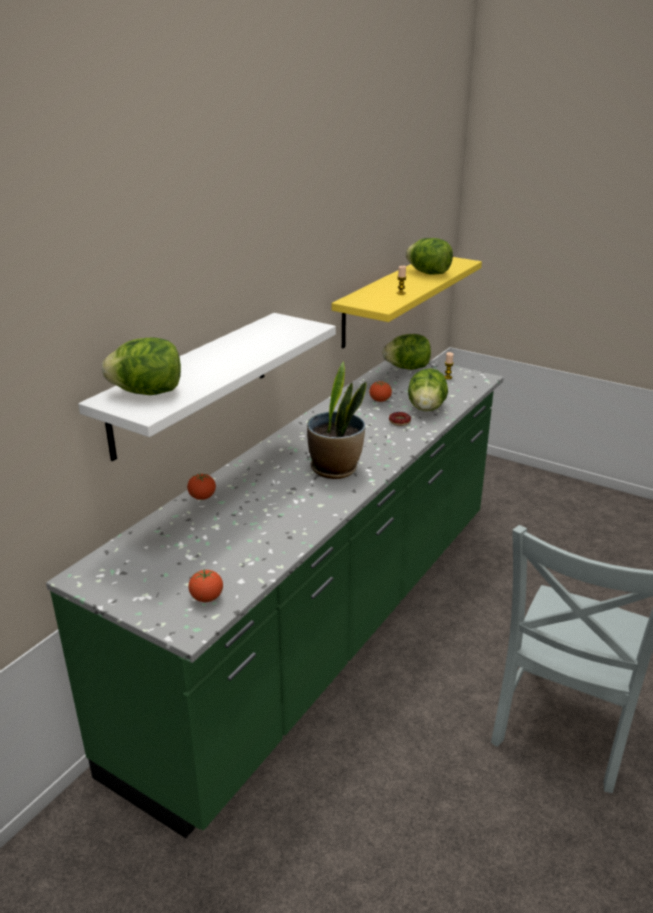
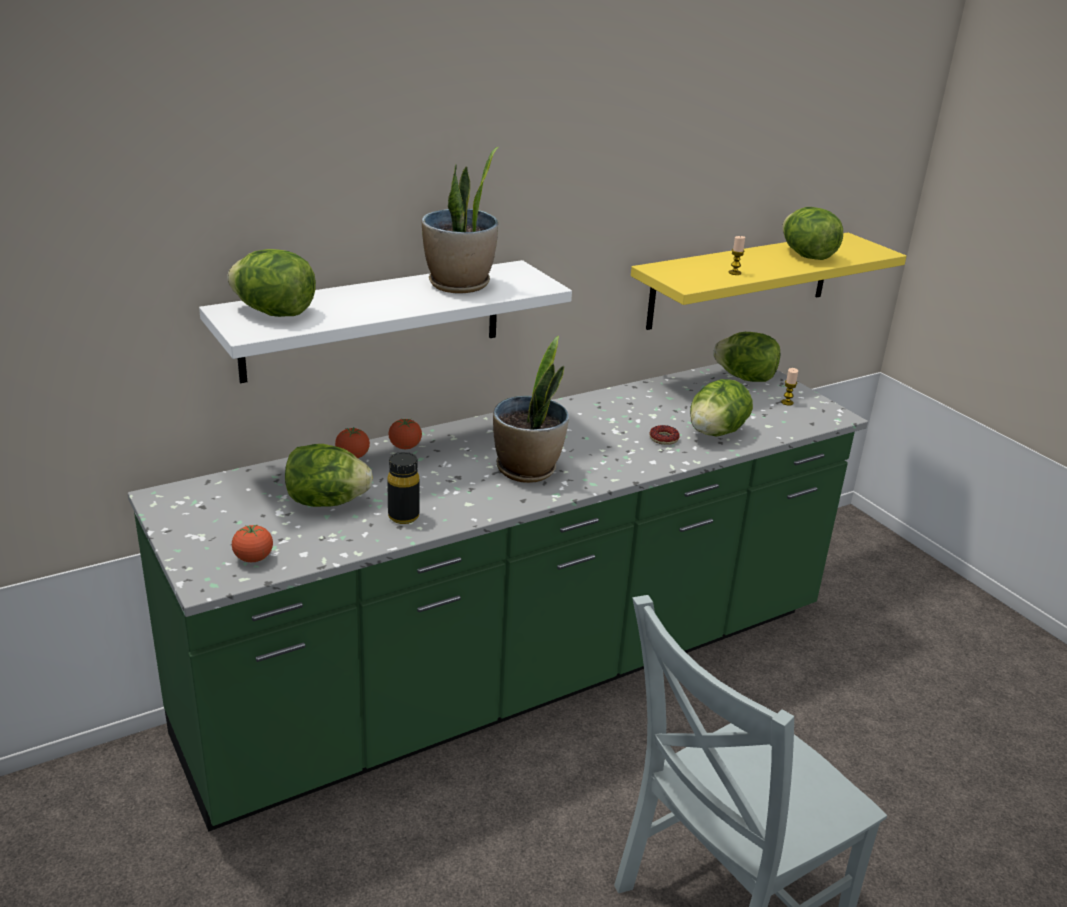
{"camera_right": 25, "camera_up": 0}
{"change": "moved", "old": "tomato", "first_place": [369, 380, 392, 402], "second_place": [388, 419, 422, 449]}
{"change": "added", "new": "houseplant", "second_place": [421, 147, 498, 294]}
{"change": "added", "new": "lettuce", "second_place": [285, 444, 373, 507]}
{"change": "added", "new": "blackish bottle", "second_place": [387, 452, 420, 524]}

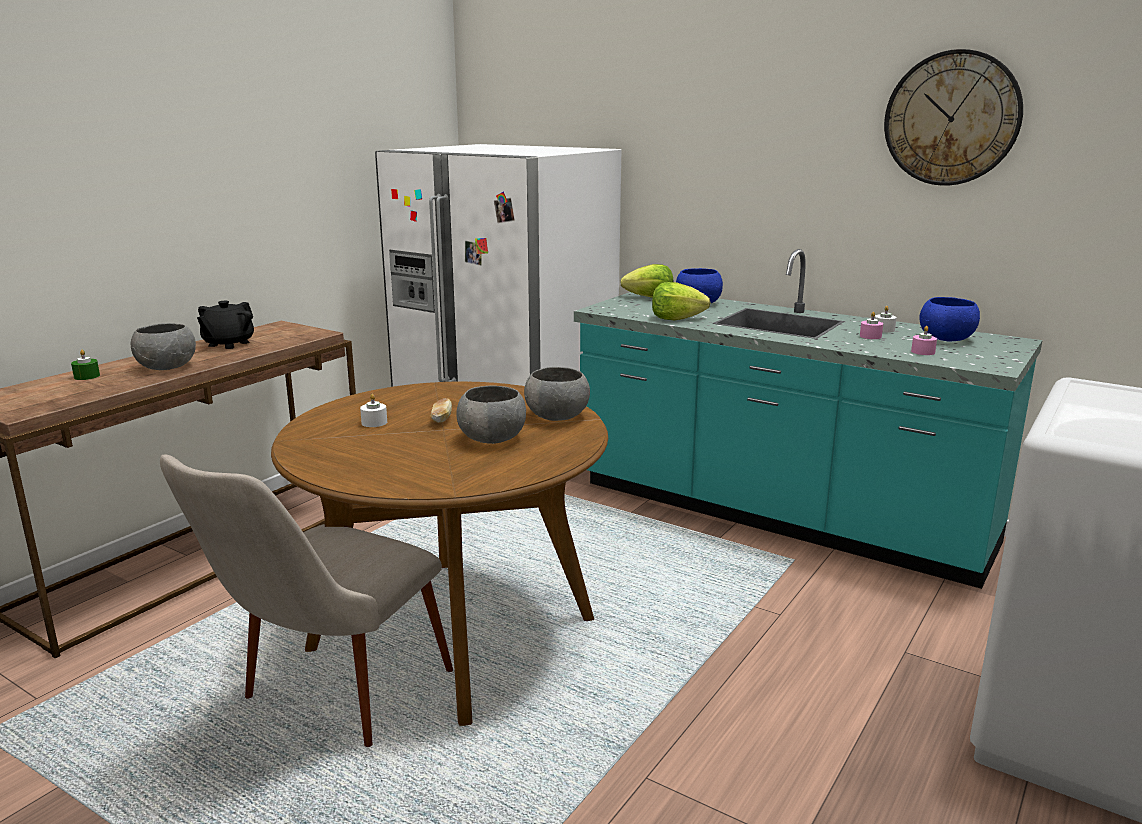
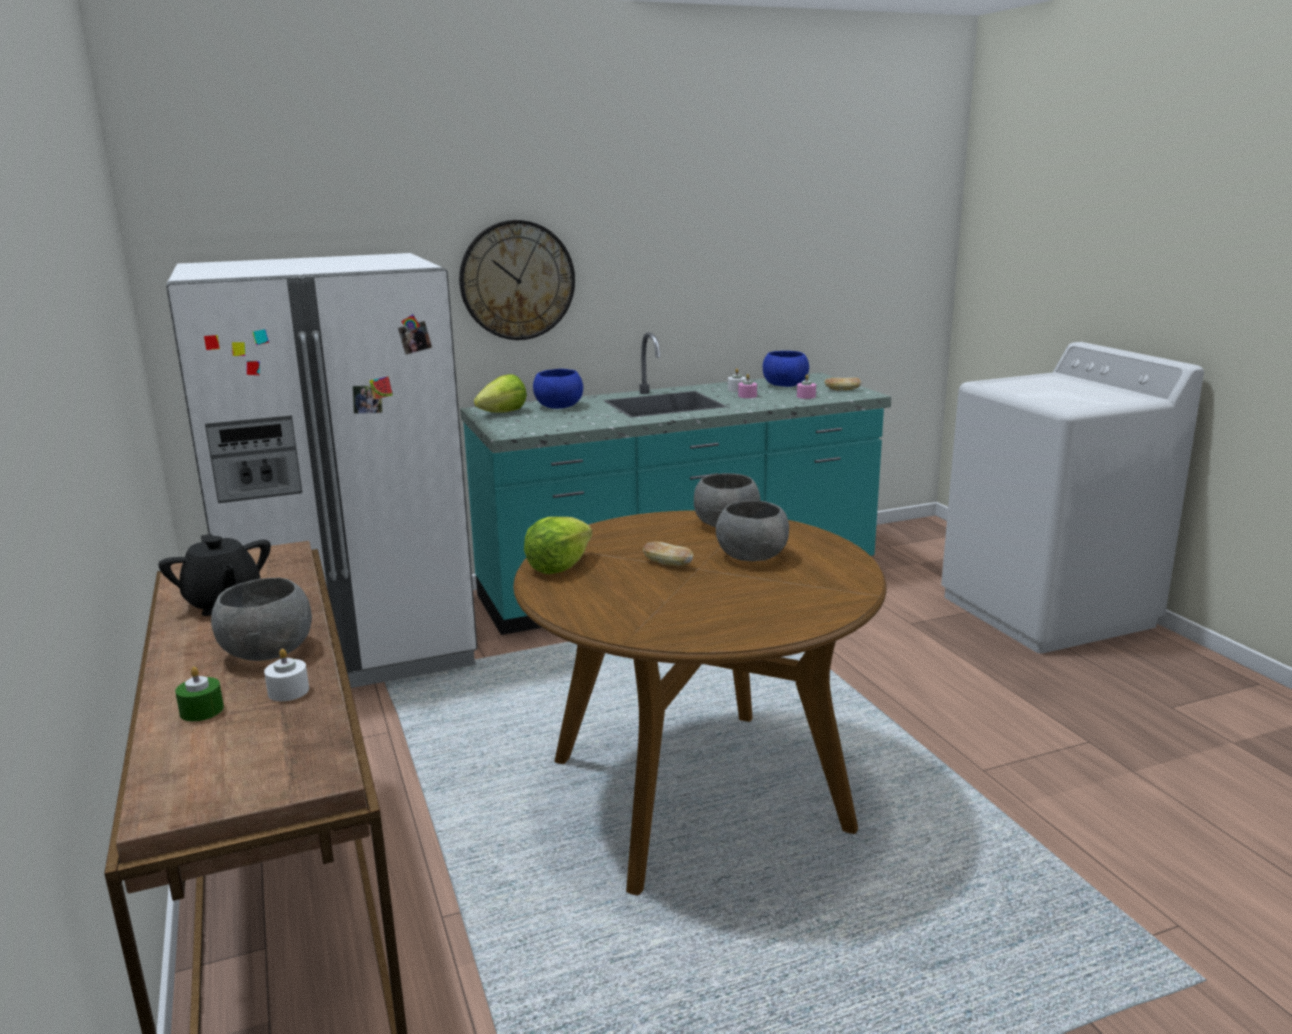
{"camera_right": -55, "camera_up": 0}
{"change": "moved", "old": "wall clock", "first_place": [884, 49, 1023, 186], "second_place": [459, 220, 575, 340]}
{"change": "moved", "old": "lettuce", "first_place": [652, 282, 710, 321], "second_place": [524, 517, 592, 574]}
{"change": "moved", "old": "whitish wax light", "first_place": [360, 394, 387, 427], "second_place": [264, 649, 309, 701]}
{"change": "removed", "old": "beige-coloured chair", "first_place": [160, 454, 453, 747]}
{"change": "added", "new": "bread", "second_place": [825, 378, 862, 391]}

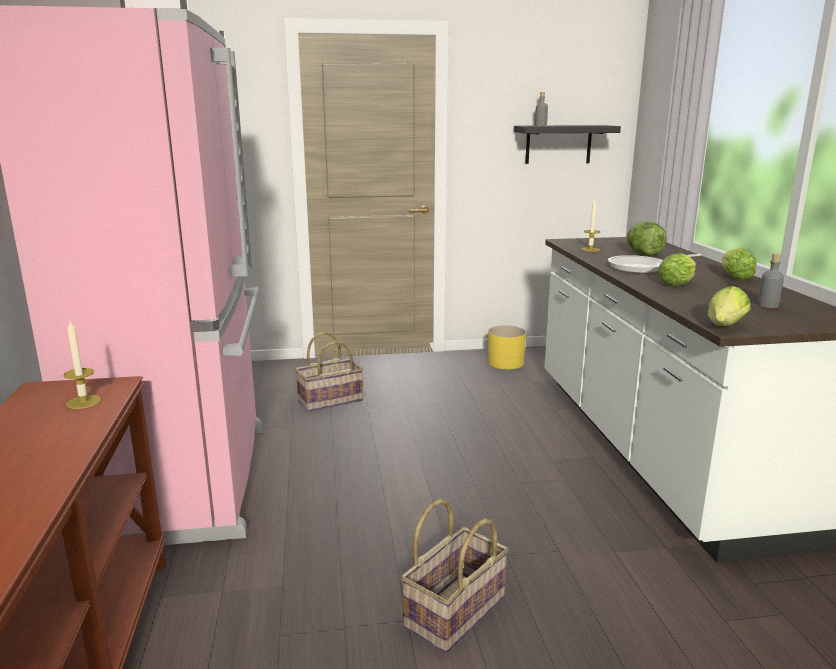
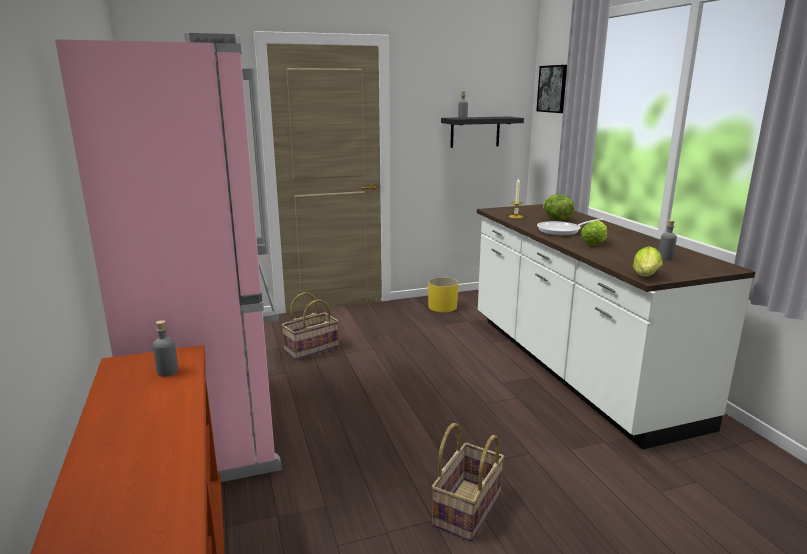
{"camera_right": -10, "camera_up": 0}
{"change": "removed", "old": "lettuce", "first_place": [722, 248, 756, 280]}
{"change": "replaced", "old": "wax light", "new": "grey bottle", "first_place": [63, 321, 101, 409], "second_place": [153, 320, 179, 376]}
{"change": "added", "new": "wall art", "second_place": [536, 65, 567, 113]}

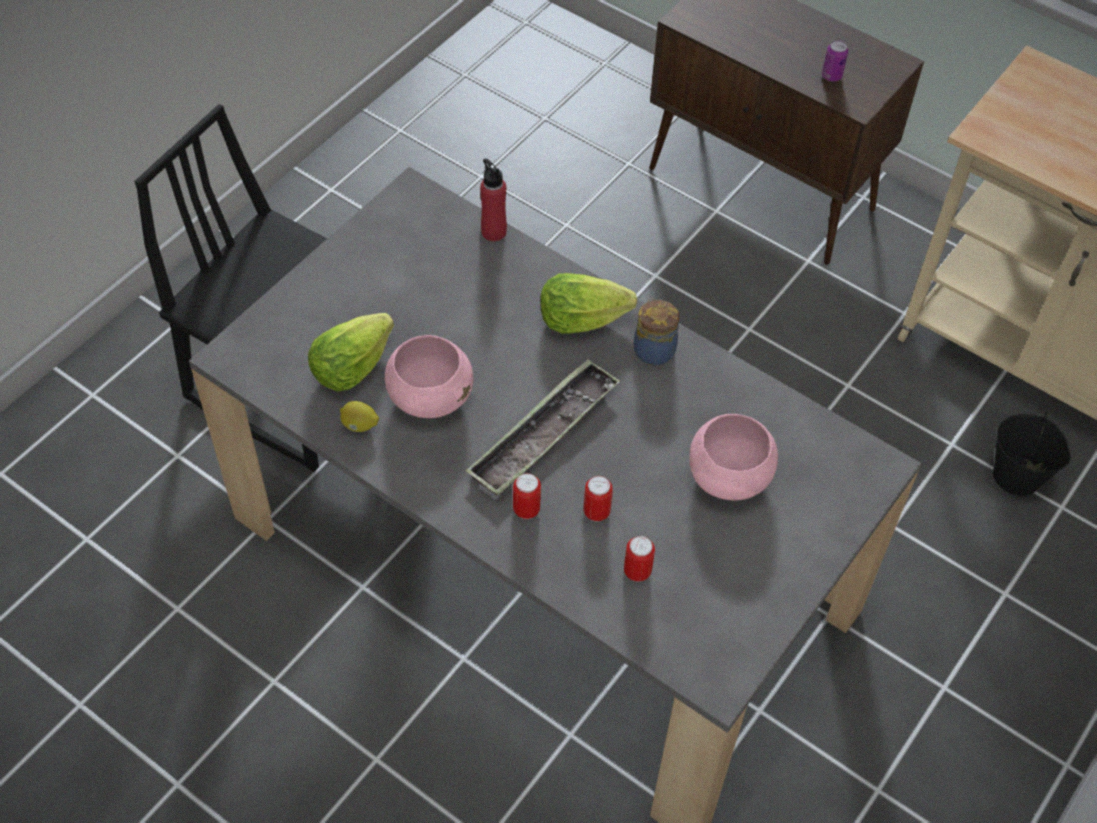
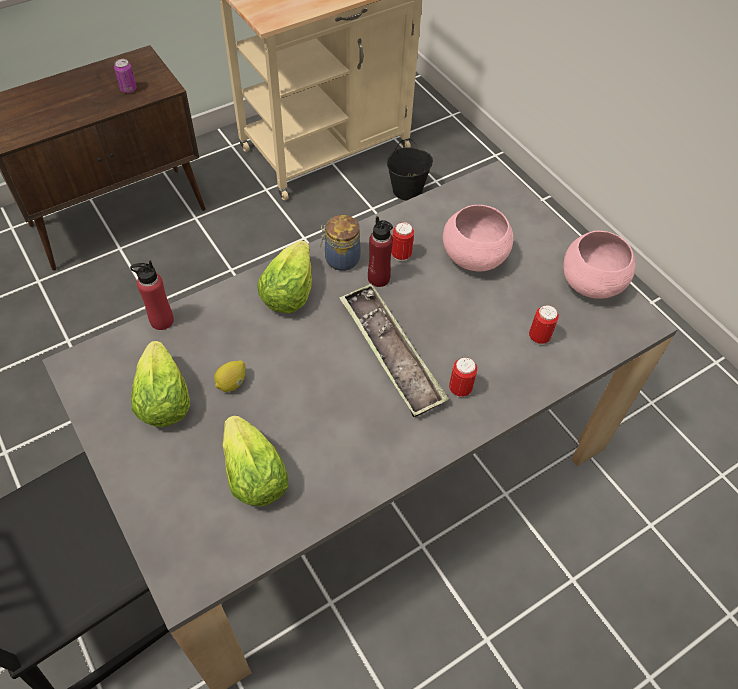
{"camera_right": -70, "camera_up": 0}
{"change": "moved", "old": "pinkish deep dish", "first_place": [385, 335, 473, 418], "second_place": [563, 231, 636, 299]}
{"change": "moved", "old": "lemon", "first_place": [340, 401, 379, 432], "second_place": [214, 360, 246, 392]}
{"change": "moved", "old": "sealed can", "first_place": [583, 476, 613, 522], "second_place": [391, 222, 414, 261]}
{"change": "added", "new": "reddish bottle", "second_place": [368, 216, 393, 287]}
{"change": "added", "new": "lettuce", "second_place": [131, 341, 190, 427]}

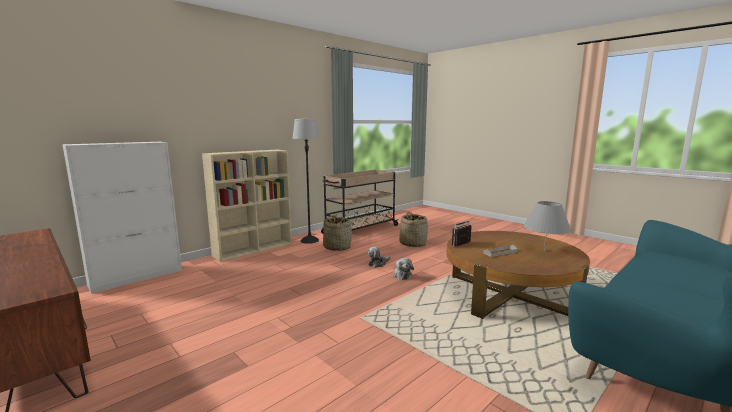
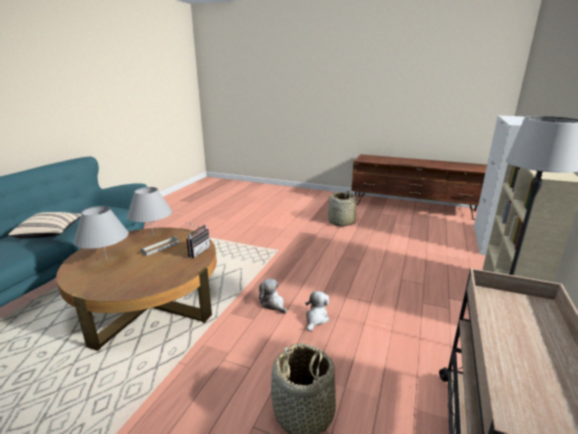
{"camera_right": 155, "camera_up": 10}
{"change": "moved", "old": "storage basket", "first_place": [323, 215, 352, 251], "second_place": [328, 191, 359, 226]}
{"change": "added", "new": "grey tabletop lamp", "second_place": [127, 187, 172, 235]}
{"change": "added", "new": "beige-coloured pillow", "second_place": [8, 212, 81, 238]}

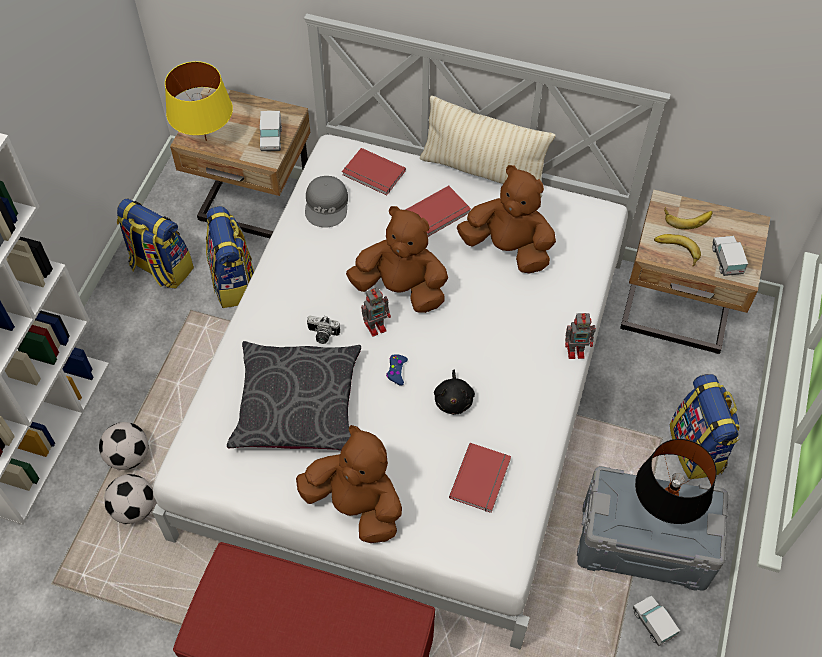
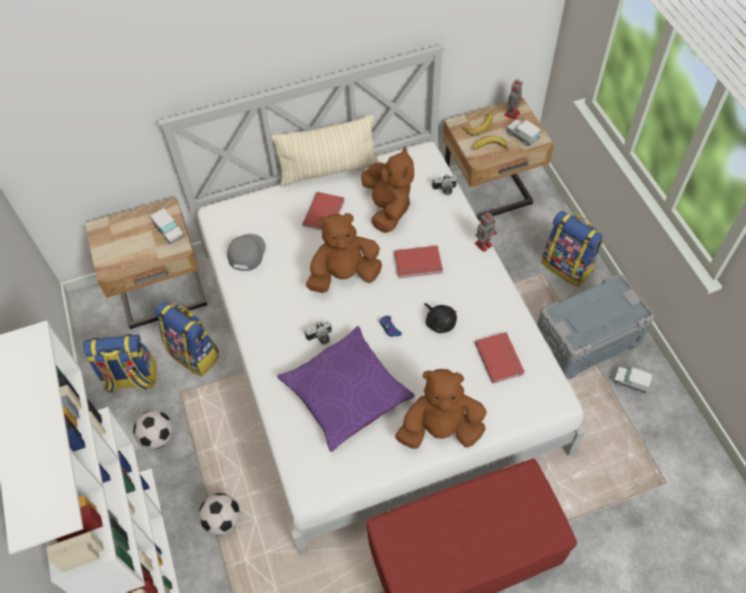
{"camera_right": -35, "camera_up": 0}
{"change": "removed", "old": "yellow tabletop lamp", "first_place": [165, 61, 233, 141]}
{"change": "moved", "old": "reddish volume", "first_place": [342, 148, 406, 195], "second_place": [394, 245, 443, 278]}
{"change": "turned", "old": "brown plush toy", "first_place": [457, 165, 556, 274], "second_place": [361, 147, 414, 233], "degrees": 90}
{"change": "turned", "old": "grey cap", "first_place": [305, 176, 348, 228], "second_place": [227, 234, 266, 271], "degrees": -135}
{"change": "moved", "old": "model robot", "first_place": [361, 287, 391, 337], "second_place": [504, 80, 523, 120]}
{"change": "recoloured", "old": "grey pillow", "new": "purplish pillow", "first_place": [227, 341, 361, 451], "second_place": [277, 326, 415, 452]}
{"change": "removed", "old": "blackish tabletop lamp", "first_place": [635, 439, 717, 524]}
{"change": "moved", "old": "football ball", "first_place": [104, 474, 154, 524], "second_place": [133, 410, 173, 449]}
{"change": "added", "new": "still camera", "second_place": [432, 174, 457, 195]}

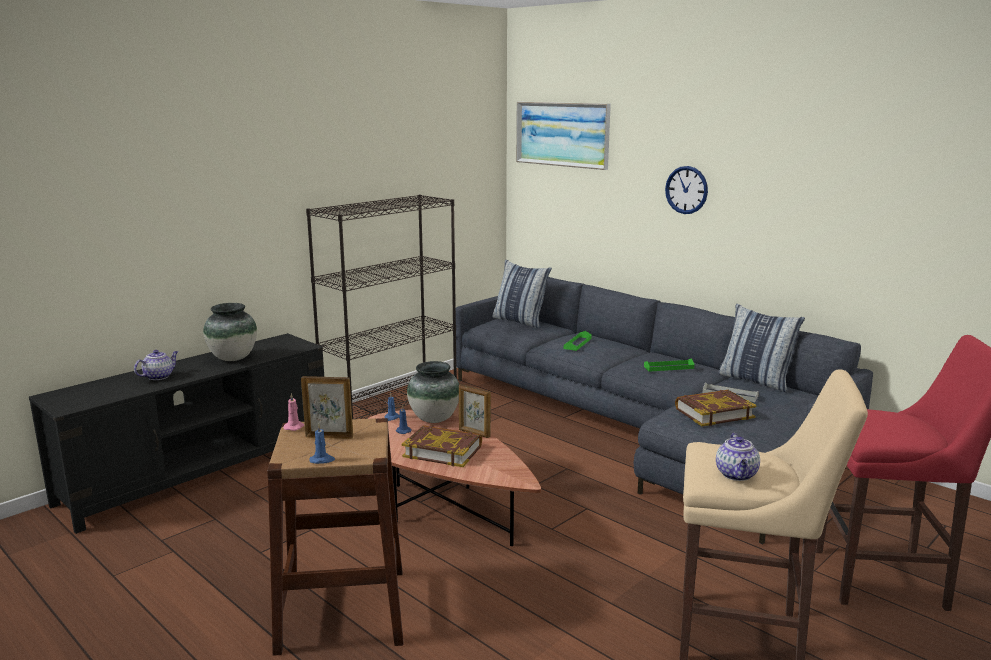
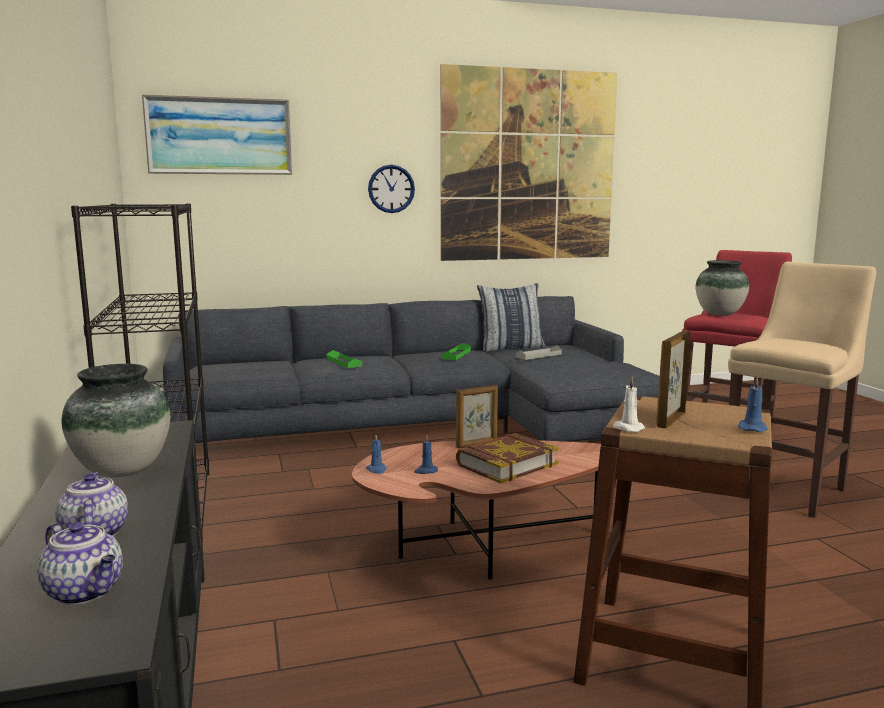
{"camera_right": -60, "camera_up": -5}
{"change": "removed", "old": "pillow", "first_place": [492, 260, 552, 328]}
{"change": "moved", "old": "decorative vase", "first_place": [407, 361, 459, 423], "second_place": [696, 260, 749, 316]}
{"change": "removed", "old": "volume", "first_place": [675, 390, 756, 426]}
{"change": "recoloured", "old": "pinkish wax light", "new": "whitish wax light", "first_place": [283, 393, 304, 431], "second_place": [613, 377, 645, 432]}
{"change": "moved", "old": "tea pot", "first_place": [716, 433, 760, 481], "second_place": [37, 522, 123, 605]}
{"change": "added", "new": "wall art", "second_place": [440, 64, 617, 261]}

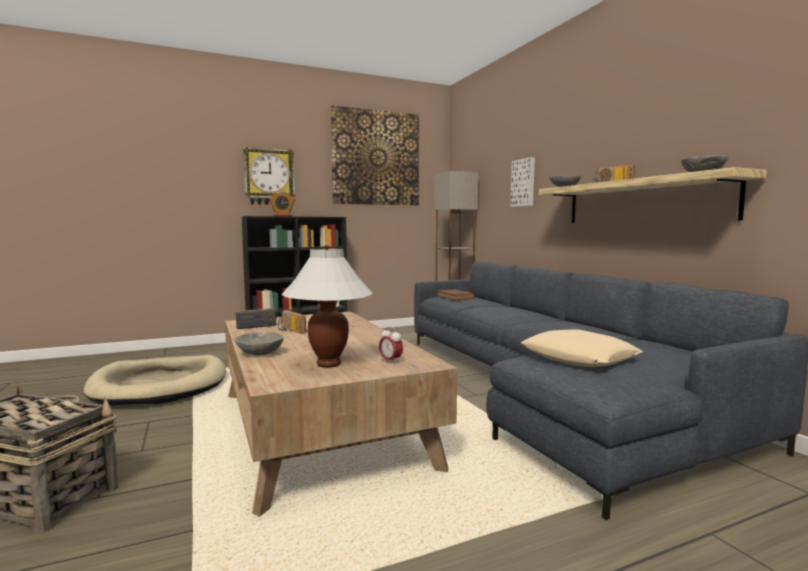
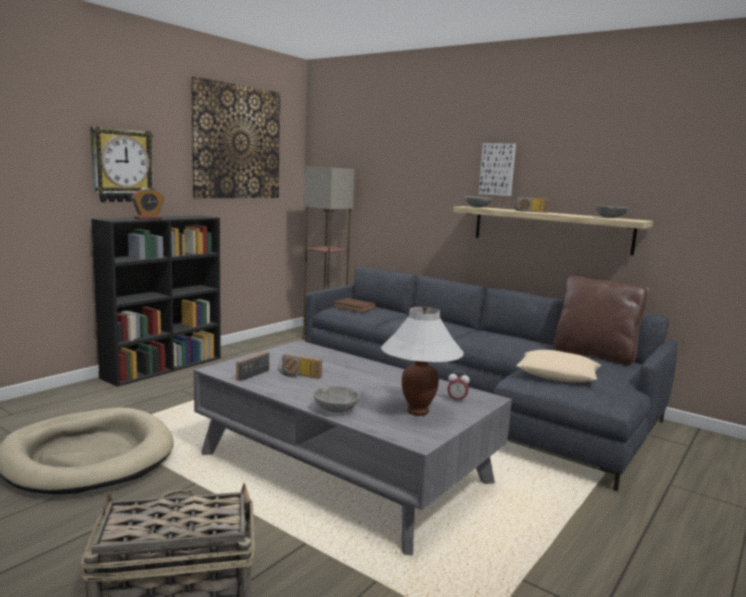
{"camera_right": -30, "camera_up": 5}
{"change": "moved", "old": "wall art", "first_place": [511, 157, 535, 207], "second_place": [479, 143, 516, 196]}
{"change": "recoloured", "old": "brown lounge table", "new": "grey lounge table", "first_place": [225, 311, 457, 517], "second_place": [194, 340, 512, 556]}
{"change": "added", "new": "brown pillow", "second_place": [553, 276, 649, 365]}

